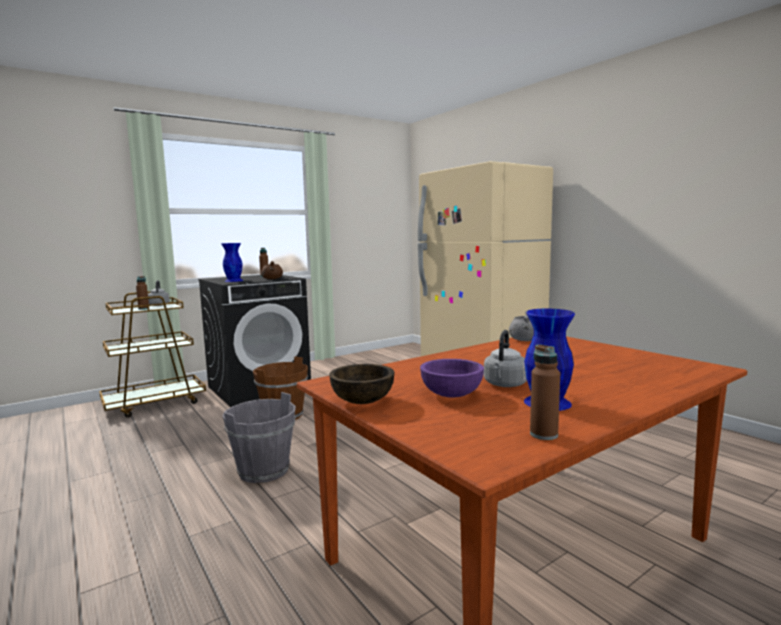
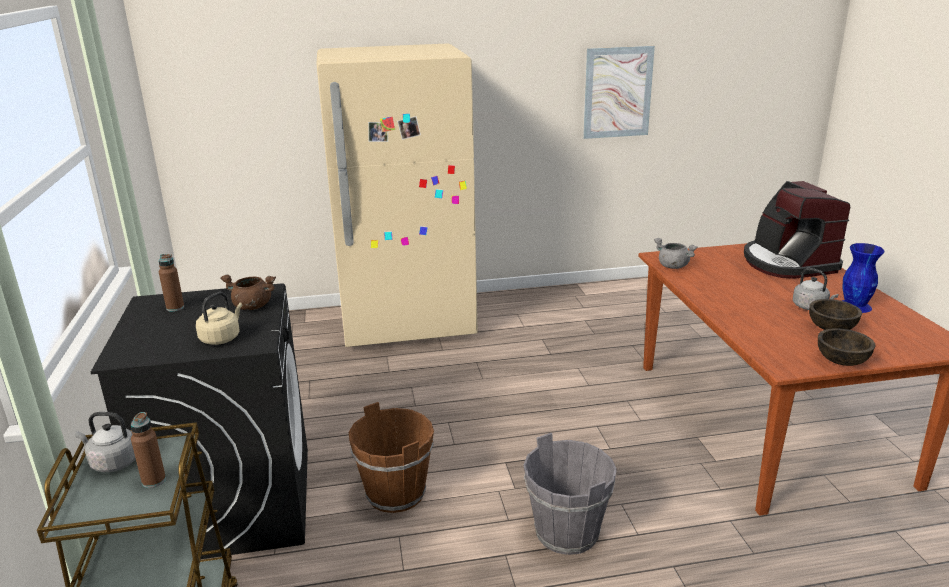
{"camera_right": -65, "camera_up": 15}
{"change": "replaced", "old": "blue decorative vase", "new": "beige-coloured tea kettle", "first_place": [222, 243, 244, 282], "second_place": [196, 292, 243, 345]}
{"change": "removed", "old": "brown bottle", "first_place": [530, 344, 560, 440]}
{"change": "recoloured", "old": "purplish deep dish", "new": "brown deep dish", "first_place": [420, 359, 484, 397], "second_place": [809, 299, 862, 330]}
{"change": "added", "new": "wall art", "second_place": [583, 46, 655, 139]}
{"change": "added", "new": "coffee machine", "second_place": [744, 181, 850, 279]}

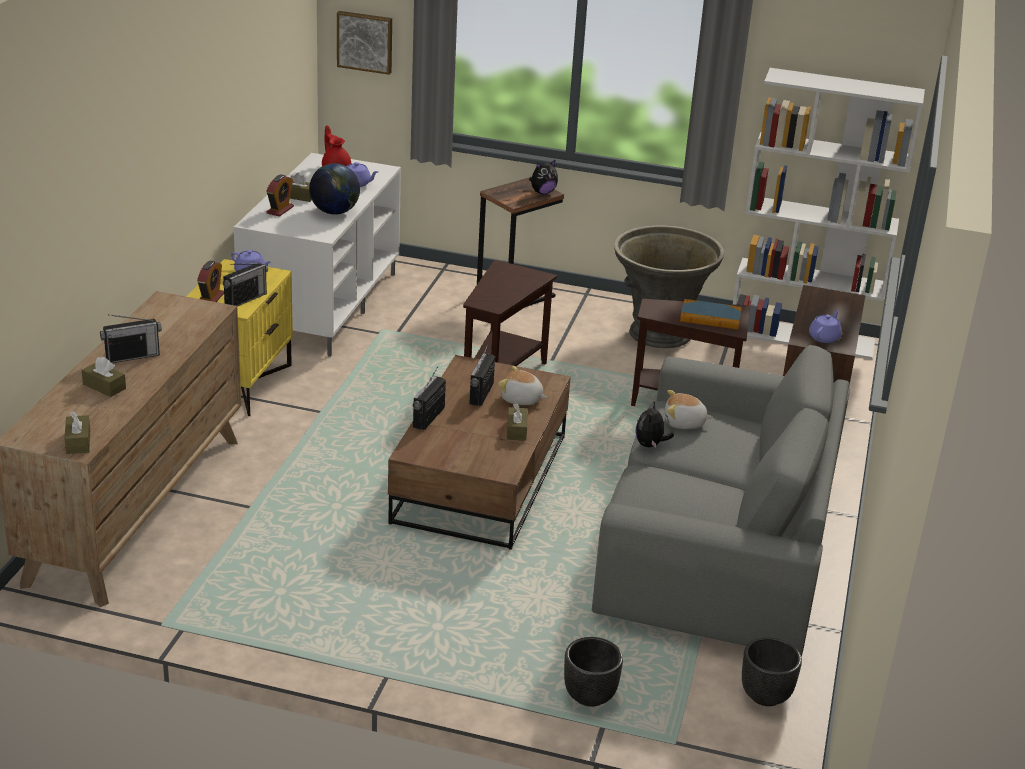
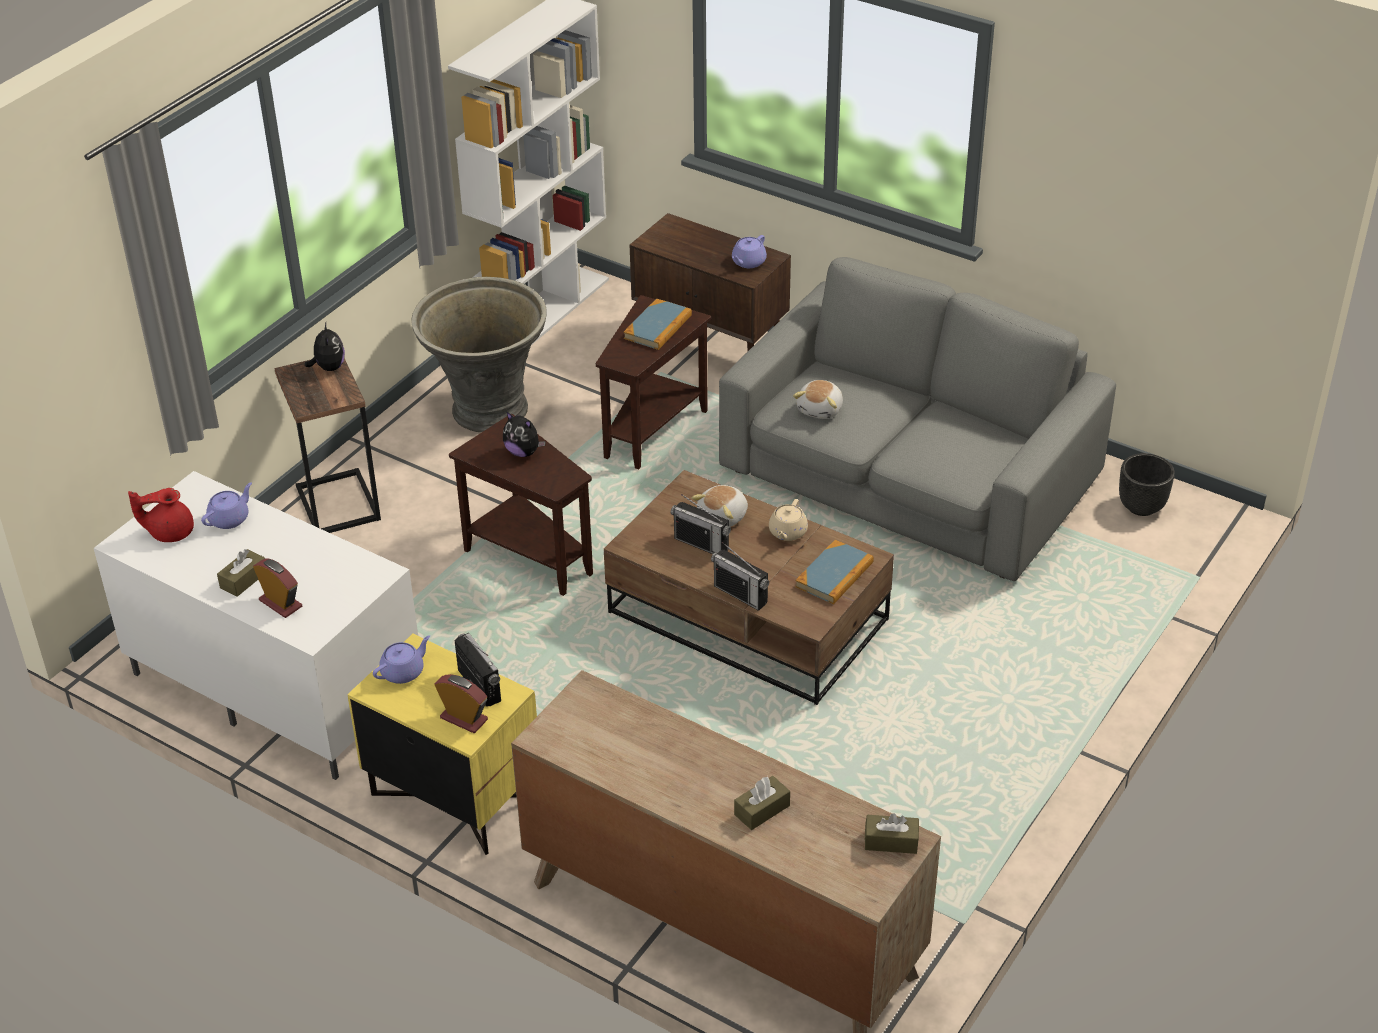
{"camera_right": -70, "camera_up": 10}
{"change": "removed", "old": "wall art", "first_place": [337, 11, 392, 75]}
{"change": "removed", "old": "world globe", "first_place": [309, 163, 360, 215]}
{"change": "turned", "old": "purplish tea pot", "first_place": [809, 310, 842, 343], "second_place": [732, 235, 767, 268], "degrees": -105}
{"change": "removed", "old": "radio", "first_place": [100, 314, 162, 363]}
{"change": "moved", "old": "plush toy", "first_place": [635, 402, 674, 448], "second_place": [503, 411, 546, 457]}
{"change": "replaced", "old": "brown box of tissues", "new": "beige-coloured tea pot", "first_place": [507, 403, 528, 441], "second_place": [769, 499, 808, 541]}
{"change": "removed", "old": "blackish plant pot", "first_place": [564, 637, 623, 707]}
{"change": "added", "new": "volume", "second_place": [795, 540, 874, 604]}

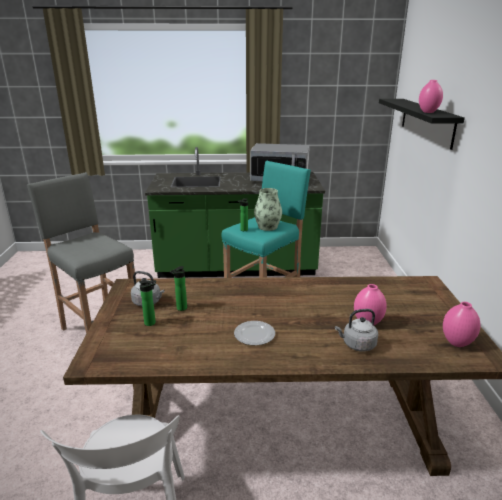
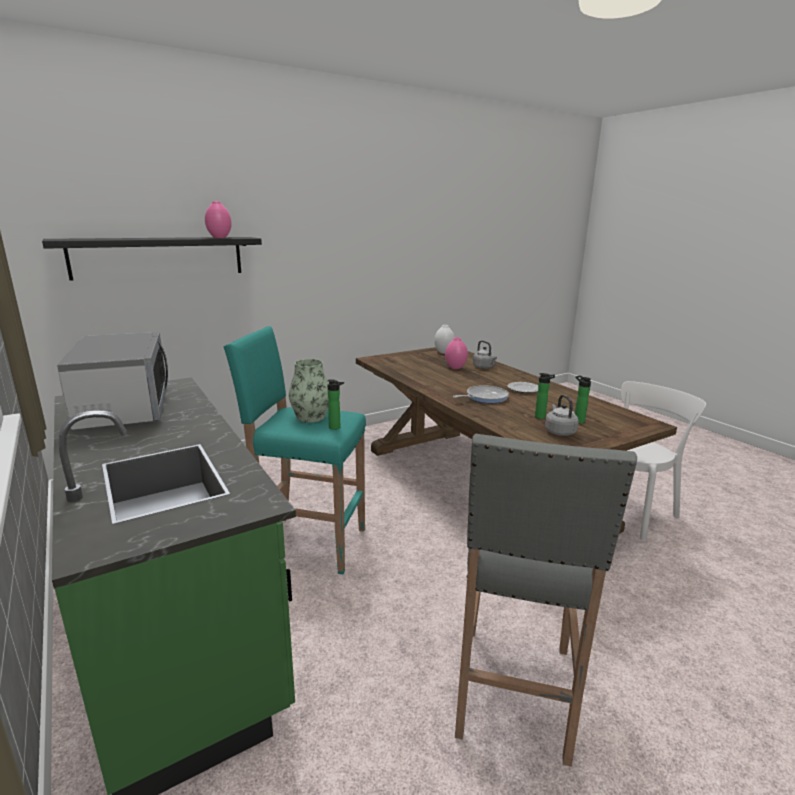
{"camera_right": -120, "camera_up": -5}
{"change": "recoloured", "old": "pinkish decorative vase", "new": "whitish decorative vase", "first_place": [443, 302, 481, 347], "second_place": [434, 325, 455, 354]}
{"change": "added", "new": "skillet", "second_place": [453, 385, 509, 403]}

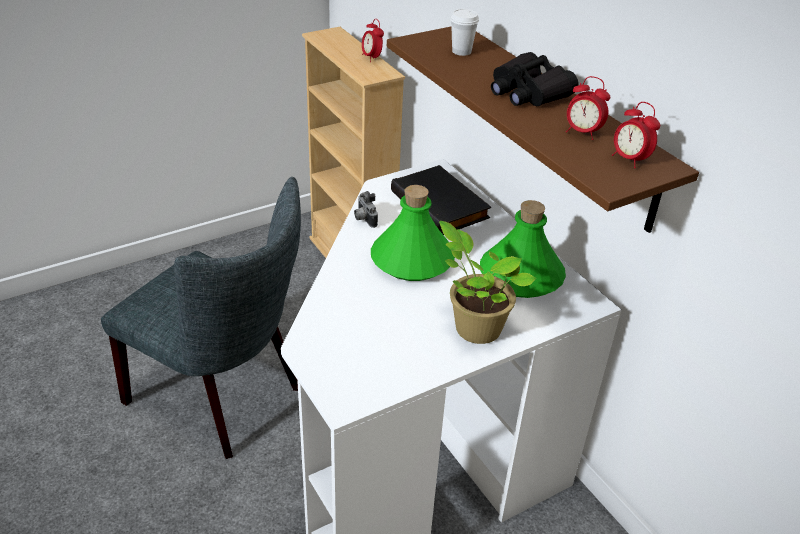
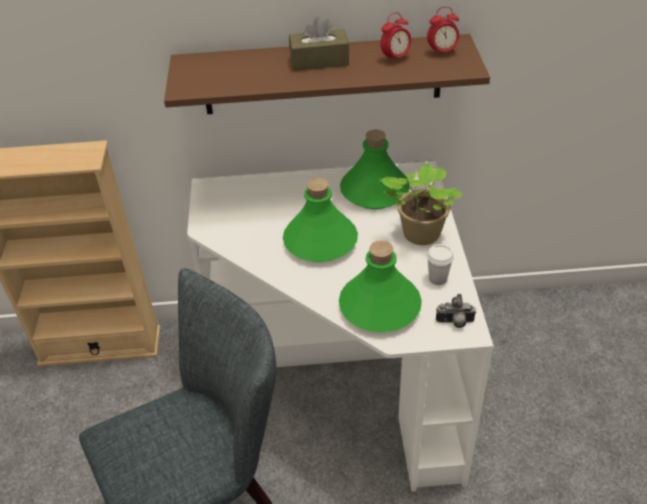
{"camera_right": -60, "camera_up": 5}
{"change": "moved", "old": "whitish small cup", "first_place": [450, 9, 479, 56], "second_place": [427, 244, 454, 285]}
{"change": "removed", "old": "bedside clock", "first_place": [362, 19, 384, 62]}
{"change": "replaced", "old": "blackish field glasses", "new": "brown box of tissues", "first_place": [491, 52, 579, 106], "second_place": [289, 17, 349, 71]}
{"change": "removed", "old": "blackish volume", "first_place": [391, 165, 491, 235]}
{"change": "moved", "old": "still camera", "first_place": [354, 191, 378, 228], "second_place": [436, 294, 476, 328]}
{"change": "added", "new": "green-coloured bottle", "second_place": [339, 241, 422, 332]}

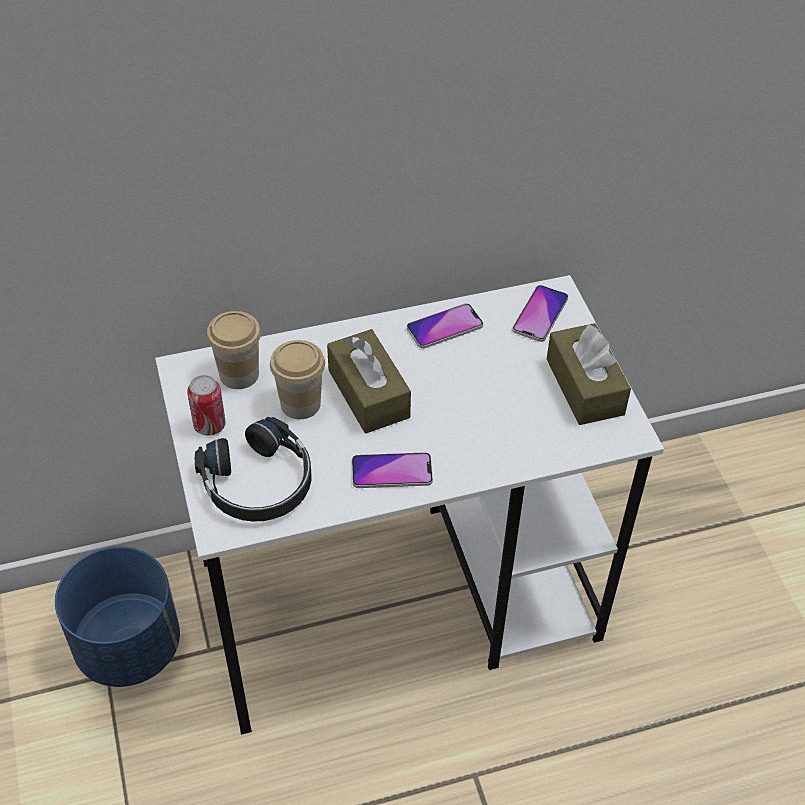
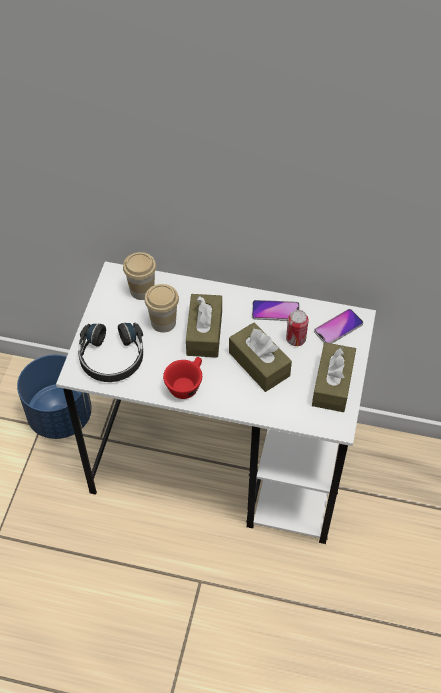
{"camera_right": 30, "camera_up": 5}
{"change": "moved", "old": "sealed can", "first_place": [187, 375, 226, 436], "second_place": [286, 310, 309, 346]}
{"change": "replaced", "old": "telephone", "new": "reddish small cup", "first_place": [352, 452, 433, 488], "second_place": [163, 357, 202, 399]}
{"change": "added", "new": "brown box of tissues", "second_place": [229, 322, 292, 392]}

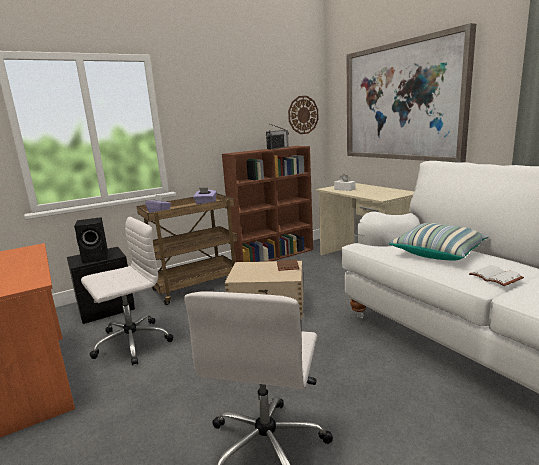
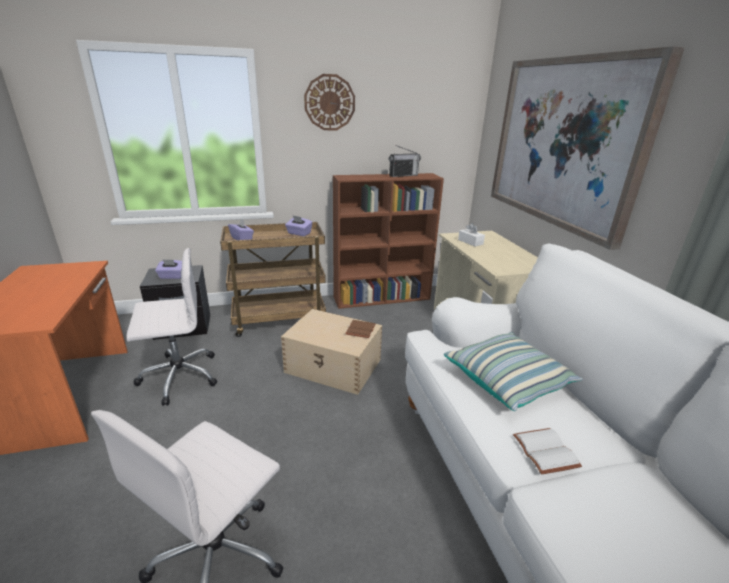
{"camera_right": 15, "camera_up": 10}
{"change": "moved", "old": "wall clock", "first_place": [288, 96, 319, 134], "second_place": [304, 74, 355, 130]}
{"change": "replaced", "old": "blackish audio speaker", "new": "purplish box of tissues", "first_place": [74, 217, 108, 263], "second_place": [155, 259, 182, 279]}

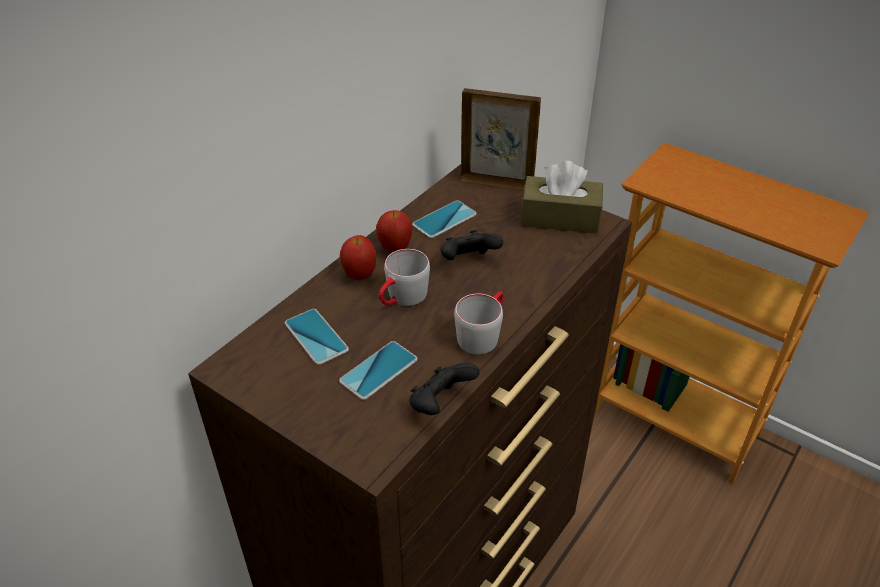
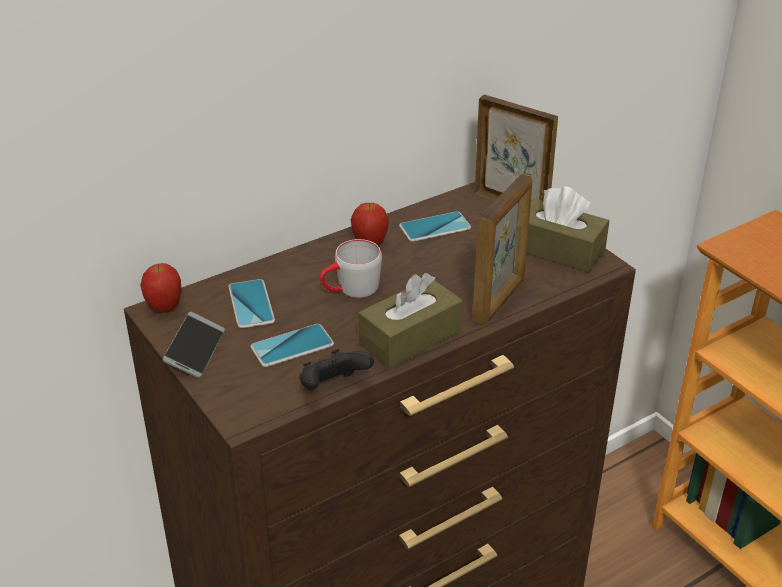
{"camera_right": 20, "camera_up": -5}
{"change": "removed", "old": "blackish game controller", "first_place": [441, 230, 503, 260]}
{"change": "moved", "old": "whole apple", "first_place": [340, 235, 376, 280], "second_place": [140, 263, 181, 313]}
{"change": "replaced", "old": "grey mug", "new": "brown box of tissues", "first_place": [454, 291, 504, 355], "second_place": [358, 273, 463, 369]}
{"change": "added", "new": "photo frame", "second_place": [472, 174, 532, 326]}
{"change": "added", "new": "telephone", "second_place": [163, 312, 225, 378]}

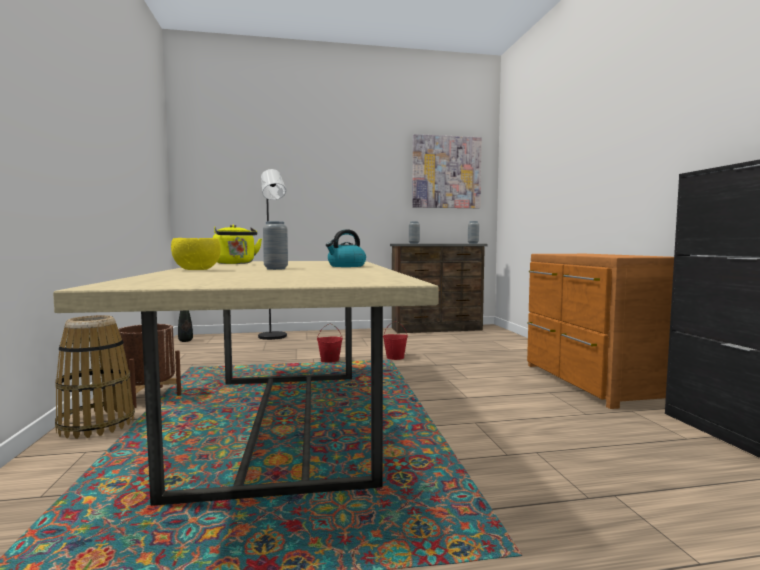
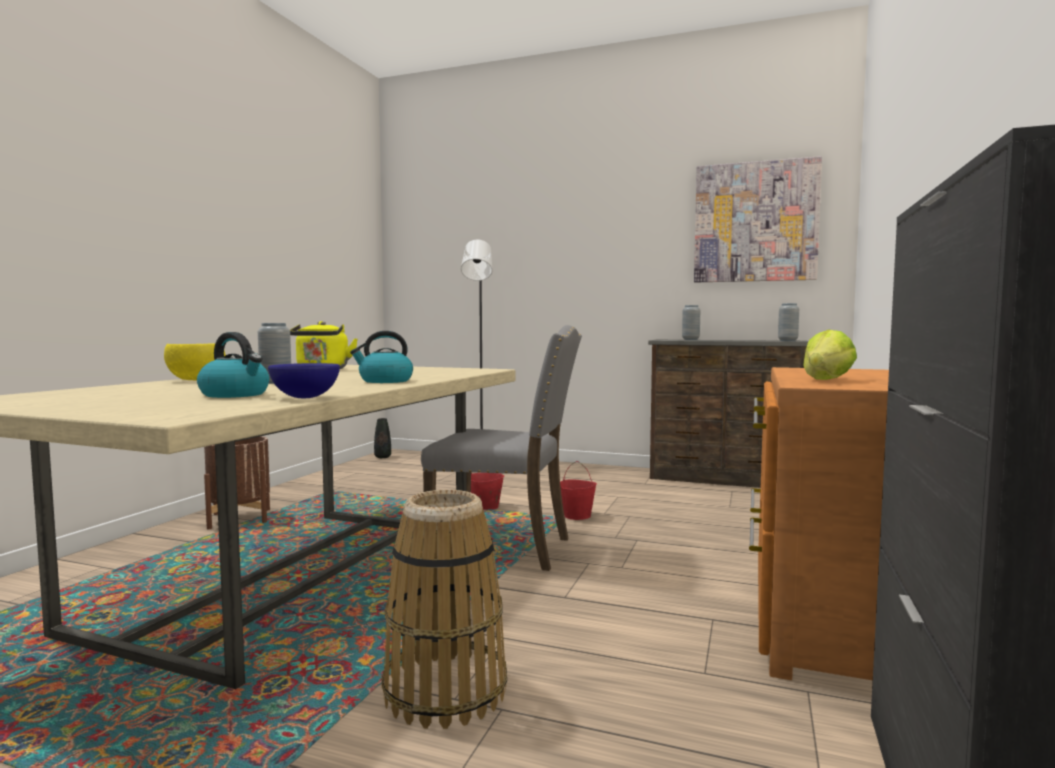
{"camera_right": 30, "camera_up": 0}
{"change": "moved", "old": "storage basket", "first_place": [55, 315, 135, 439], "second_place": [382, 490, 507, 729]}
{"change": "added", "new": "grey chair", "second_place": [421, 325, 582, 571]}
{"change": "added", "new": "lettuce", "second_place": [803, 330, 857, 380]}
{"change": "added", "new": "tea kettle", "second_place": [197, 332, 269, 398]}
{"change": "added", "new": "blue deep dish", "second_place": [268, 363, 340, 398]}

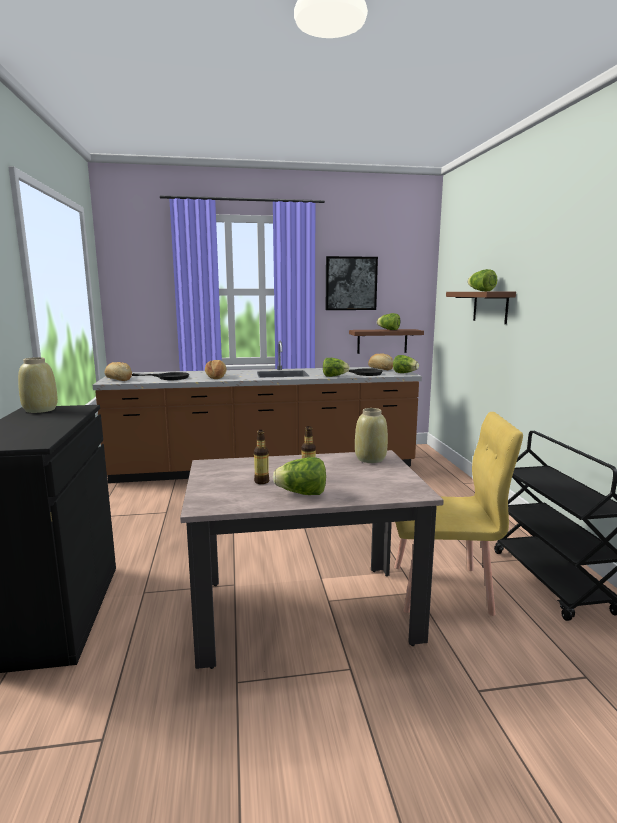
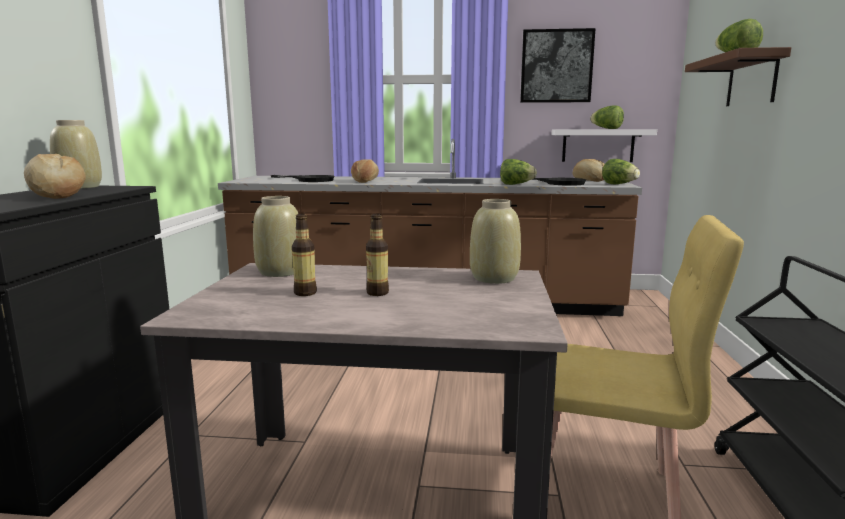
{"camera_right": 15, "camera_up": 0}
{"change": "recoloured", "old": "brown bracket shelf", "new": "whitish bracket shelf", "first_place": [349, 329, 424, 354], "second_place": [551, 129, 657, 162]}
{"change": "moved", "old": "bread", "first_place": [105, 362, 132, 381], "second_place": [24, 154, 86, 199]}
{"change": "removed", "old": "lettuce", "first_place": [273, 457, 326, 495]}
{"change": "added", "new": "beige-coloured decorative vase", "second_place": [253, 196, 299, 277]}

